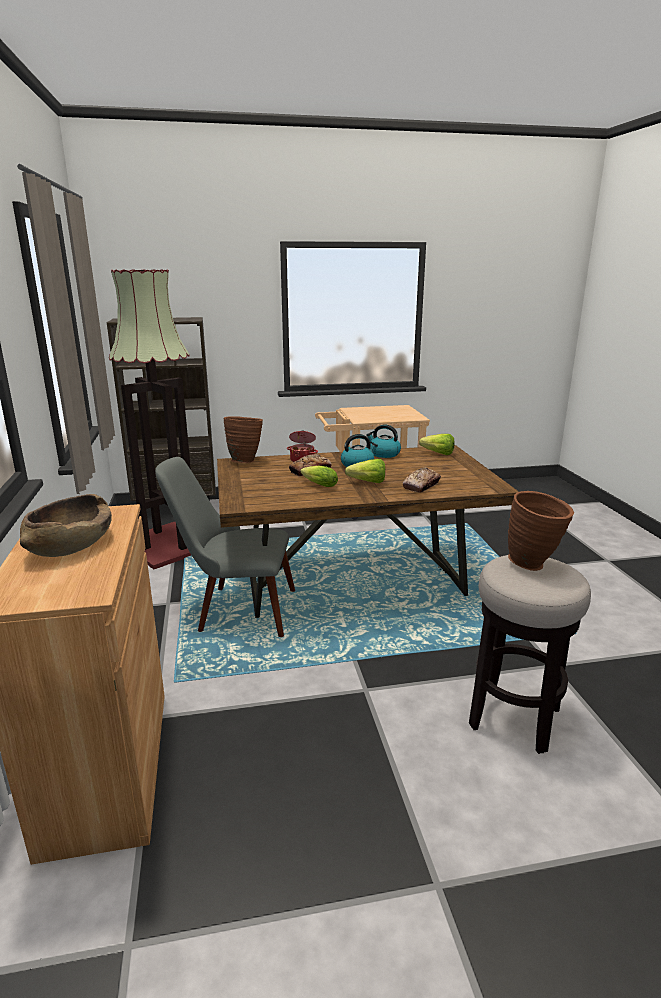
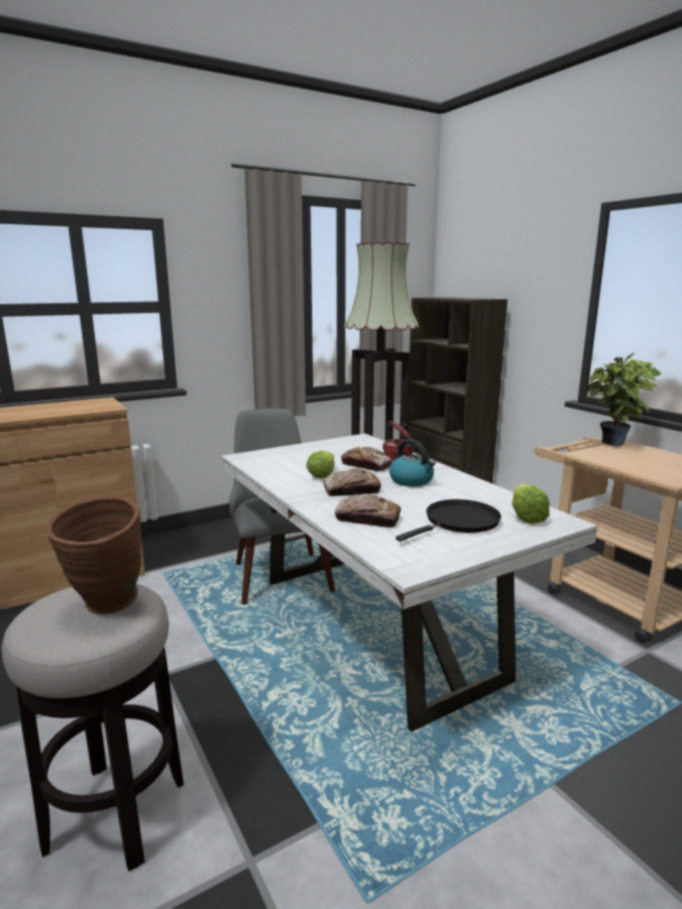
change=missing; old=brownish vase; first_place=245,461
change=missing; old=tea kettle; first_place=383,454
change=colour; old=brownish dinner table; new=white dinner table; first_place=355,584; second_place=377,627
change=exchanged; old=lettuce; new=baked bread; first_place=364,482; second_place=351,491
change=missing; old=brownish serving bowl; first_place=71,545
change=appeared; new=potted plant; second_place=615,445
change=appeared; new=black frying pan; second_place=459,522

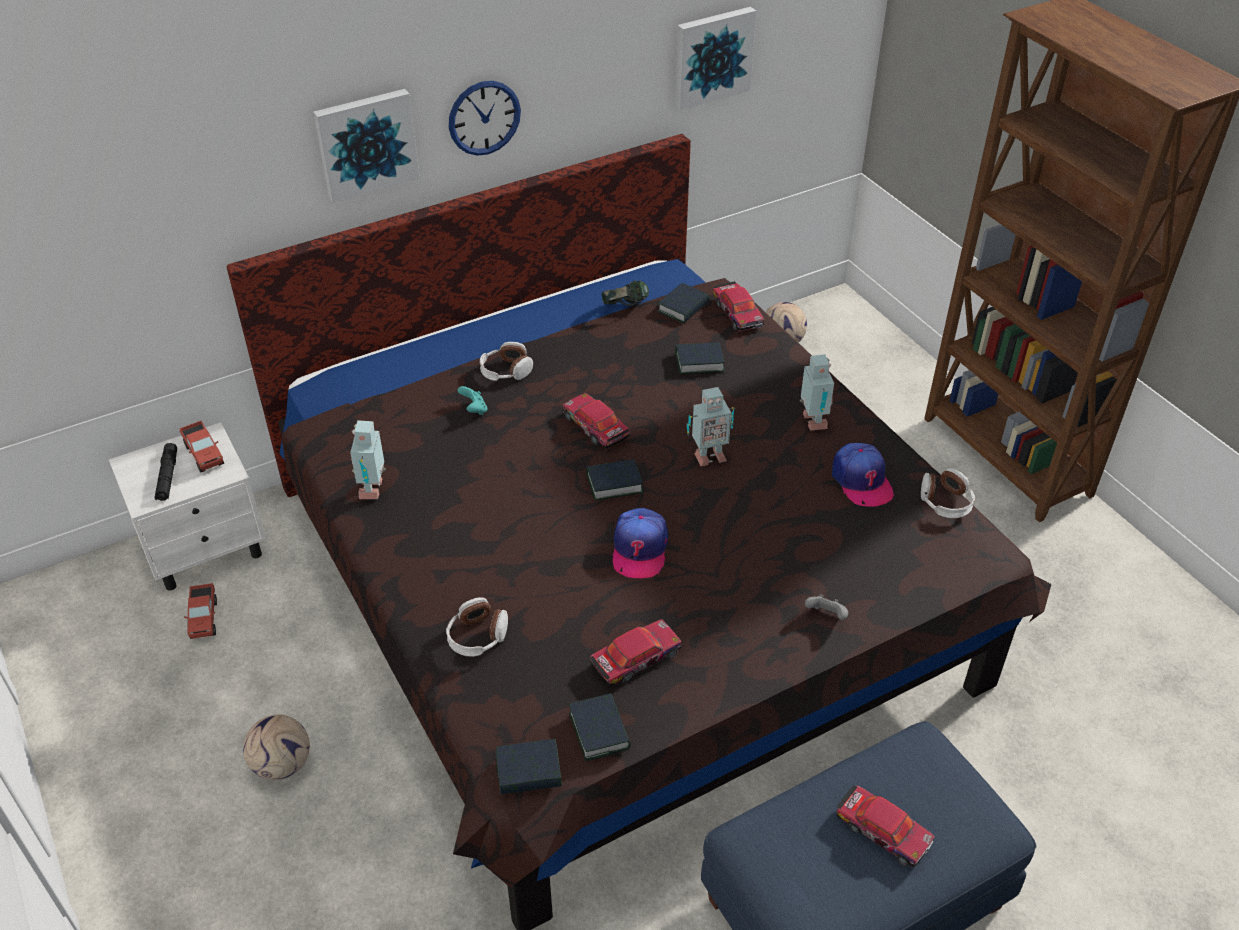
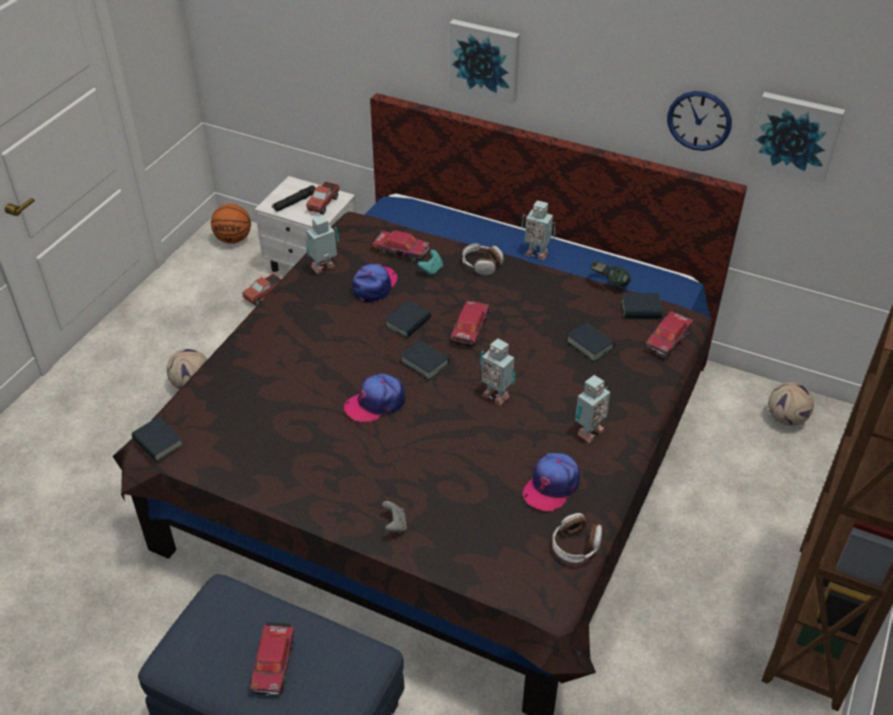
change=relocated; old=wall clock; first_place=484,118; second_place=699,120
change=missing; old=headphones; first_place=477,636
change=relocated; old=miniature car; first_place=635,659; second_place=400,250
change=relocated; old=book; first_place=599,731; second_place=408,323
change=appeared; new=robot figure; second_place=536,253
change=appeared; new=ball for basketball; second_place=233,239
change=appeared; new=peaked cap; second_place=374,286

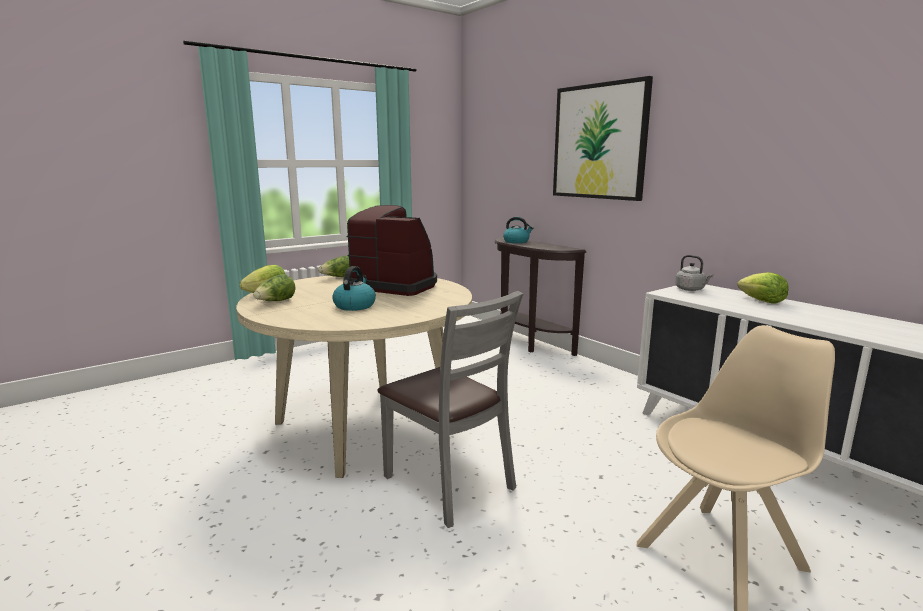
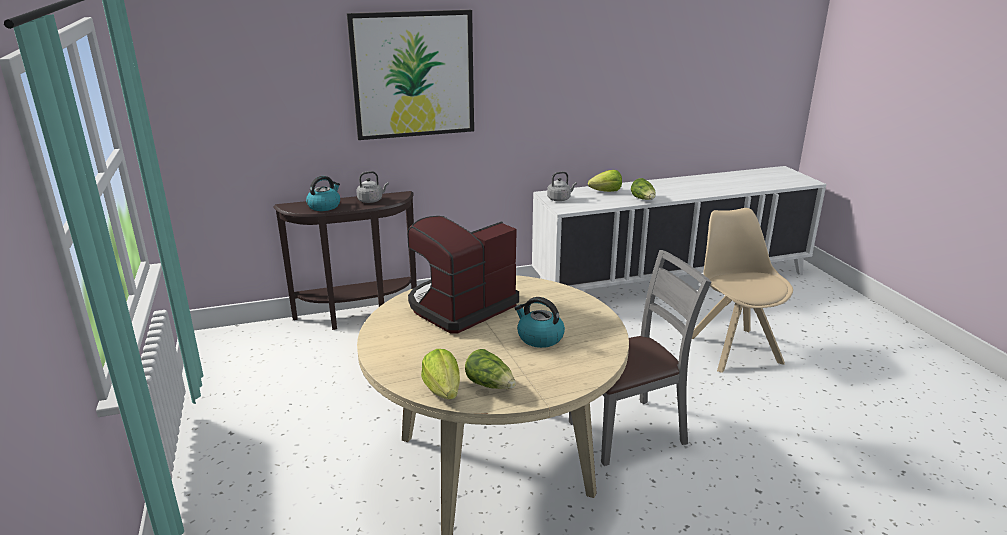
change=relocated; old=lettuce; first_place=339,277; second_place=643,199
change=appeared; new=greyish tea kettle; second_place=371,200

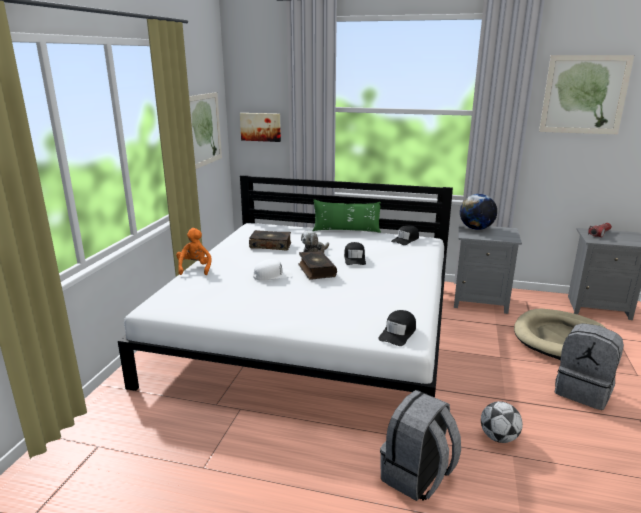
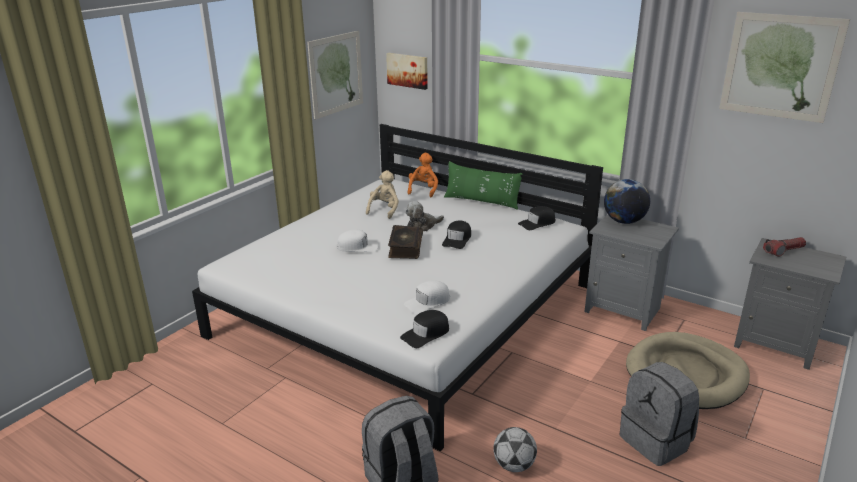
change=relocated; old=orange cuddly toy; first_place=195,268; second_place=423,190
change=exchanged; old=book; new=beige cuddly toy; first_place=270,245; second_place=384,210
change=appeared; new=white peaked cap; second_place=427,302

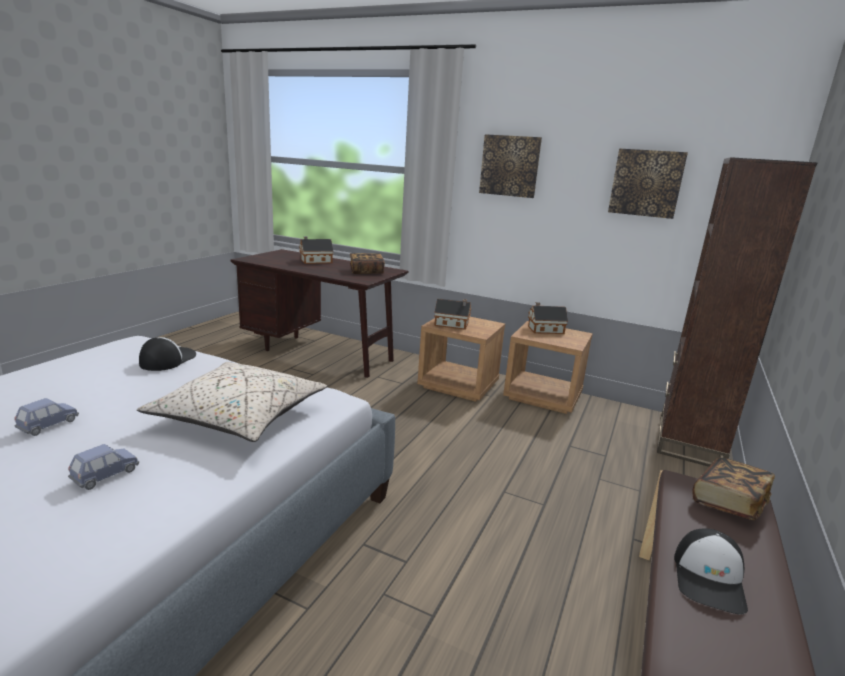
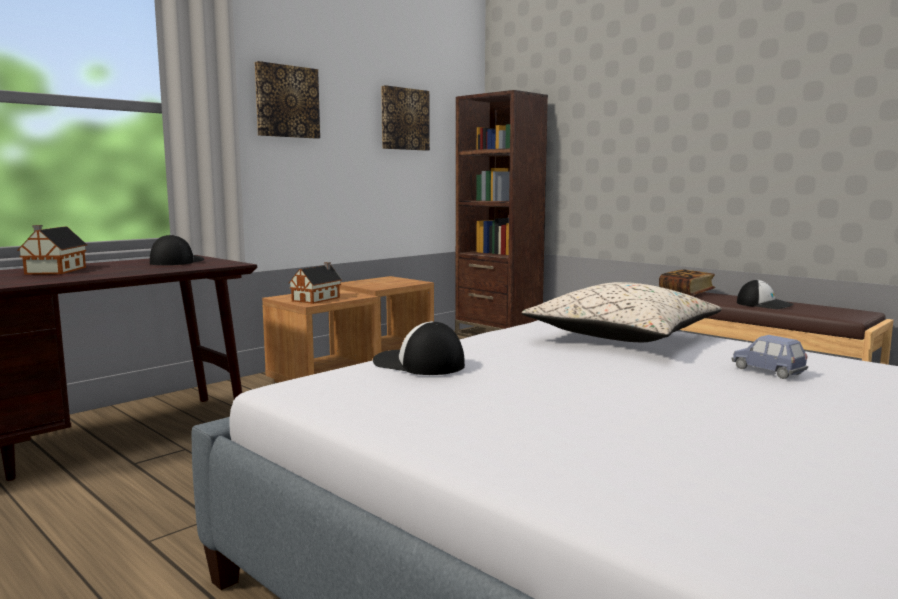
change=exchanged; old=book; new=peaked cap; first_place=366,271; second_place=176,262
change=missing; old=miniature house; first_place=544,330
change=missing; old=blue-coloured miniature car; first_place=48,425

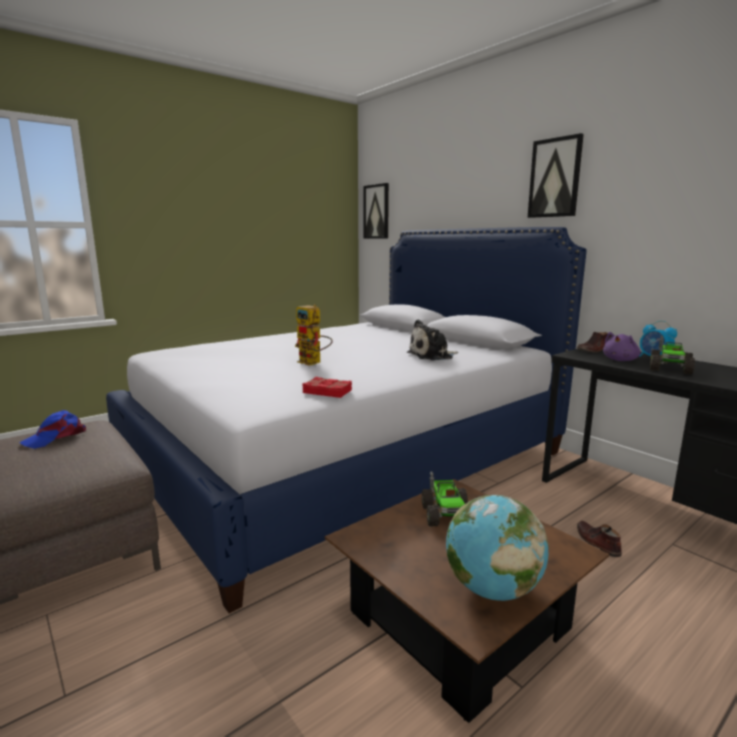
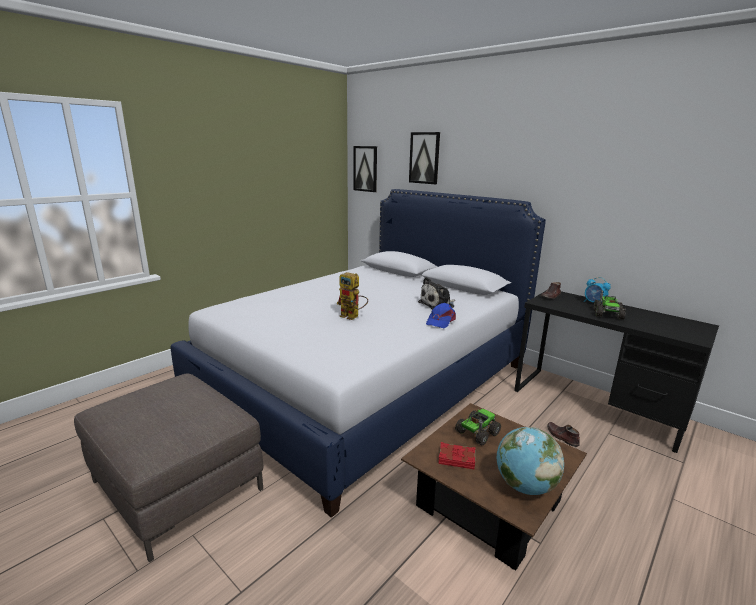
change=relocated; old=wall picture; first_place=555,178; second_place=424,158
change=missing; old=purple-coloured cuddly toy; first_place=620,360
change=relocated; old=red book; first_place=327,391; second_place=456,458
change=relocated; old=blue-coloured peaked cap; first_place=56,437; second_place=440,321
change=spun; old=toy truck; first_place=447,514; second_place=476,433; degrees=-120

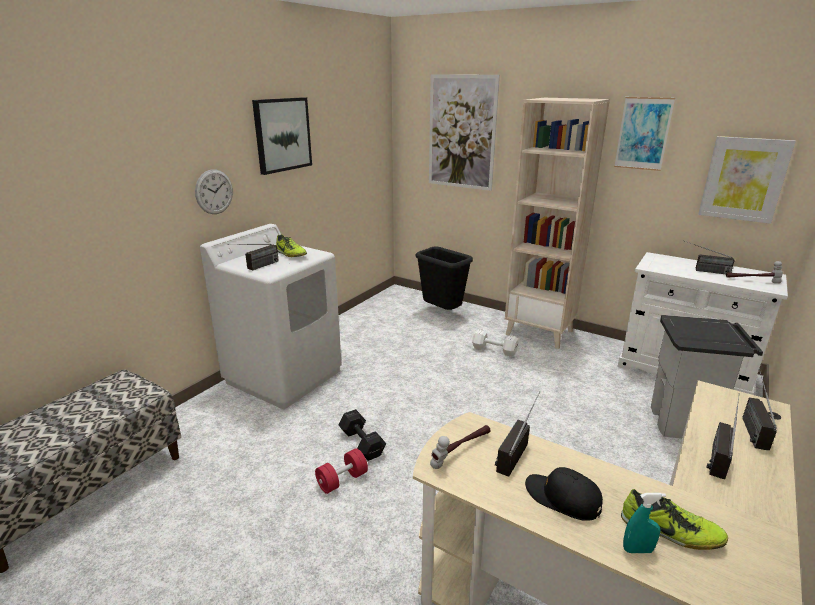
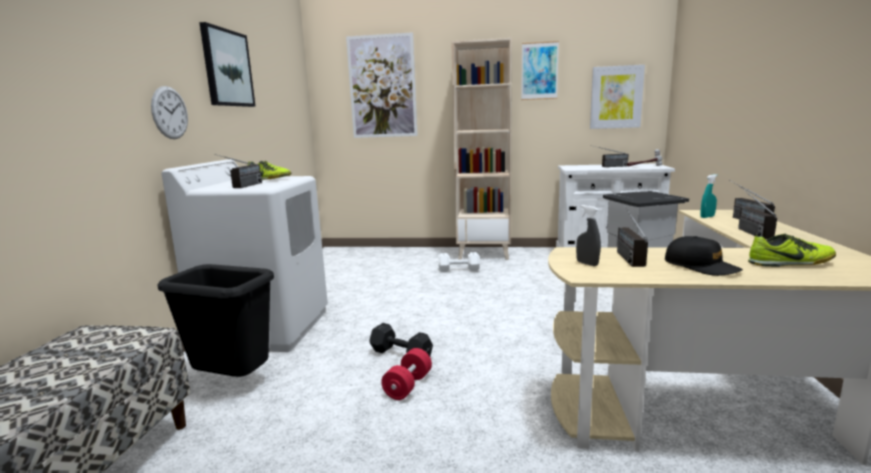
change=relocated; old=black rubbish bin; first_place=442,313; second_place=234,383
change=exchanged; old=hand hammer; new=greyish spray bottle; first_place=461,451; second_place=587,264
change=spun; old=black peaked cap; first_place=562,498; second_place=700,266; degrees=-135
change=relocated; old=turquoise-coloured spray bottle; first_place=637,550; second_place=707,217

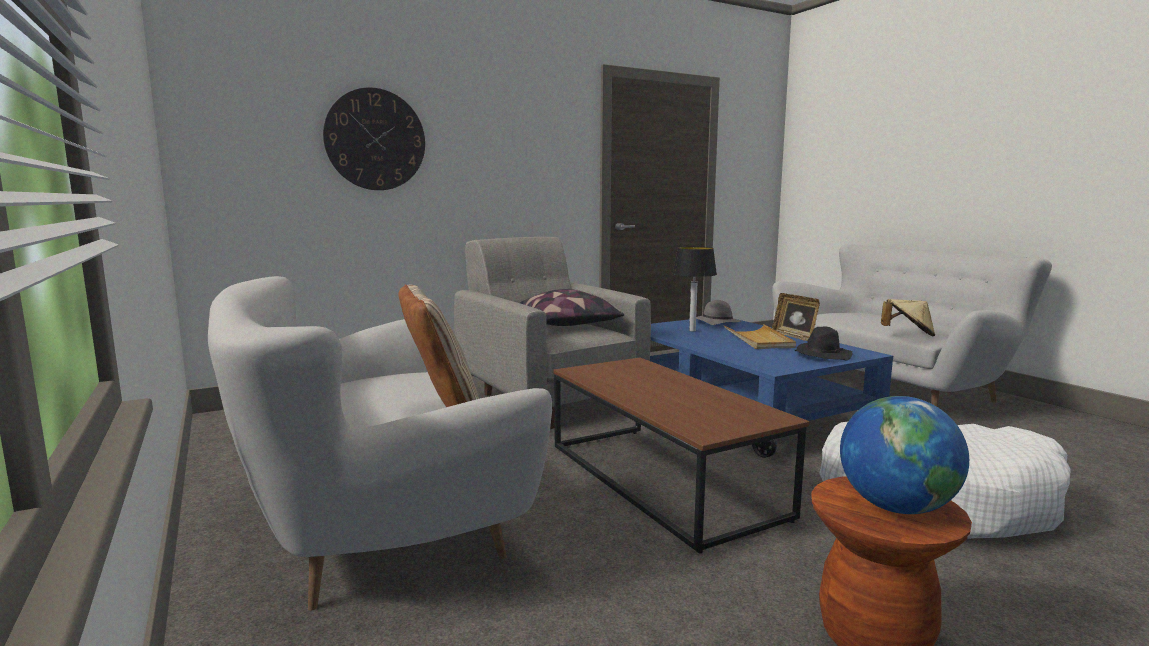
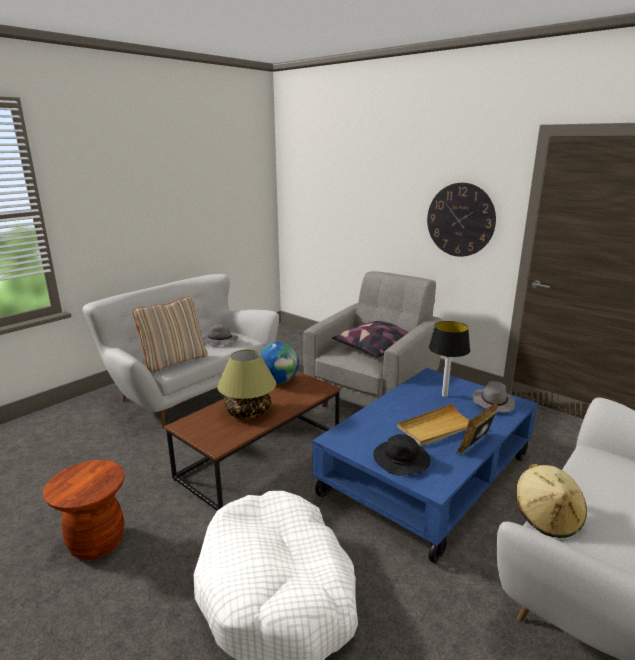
change=relocated; old=wall clock; first_place=375,139; second_place=460,220
change=relocated; old=desk globe; first_place=896,507; second_place=278,381
change=appeared; new=greyish wearable hat; second_place=219,341
change=appeared; new=tabletop lamp; second_place=248,412

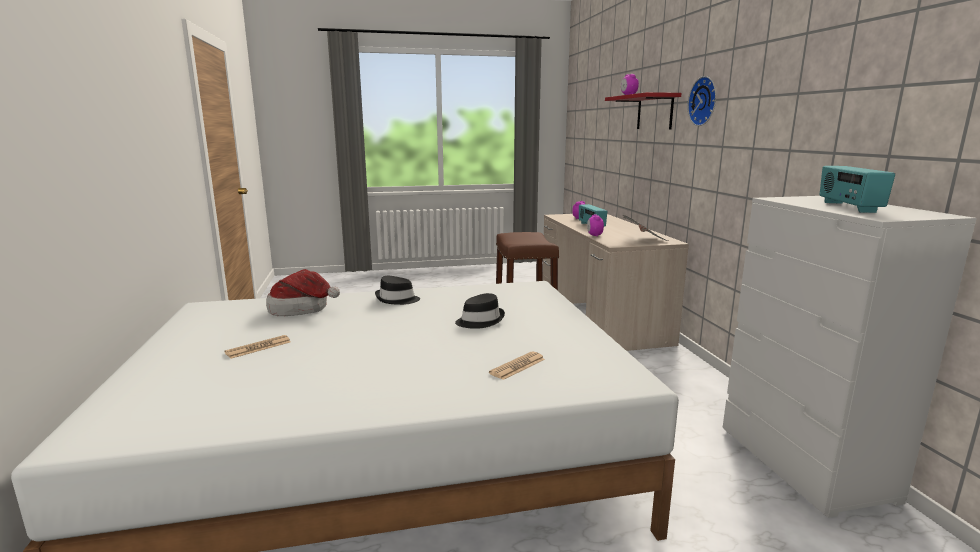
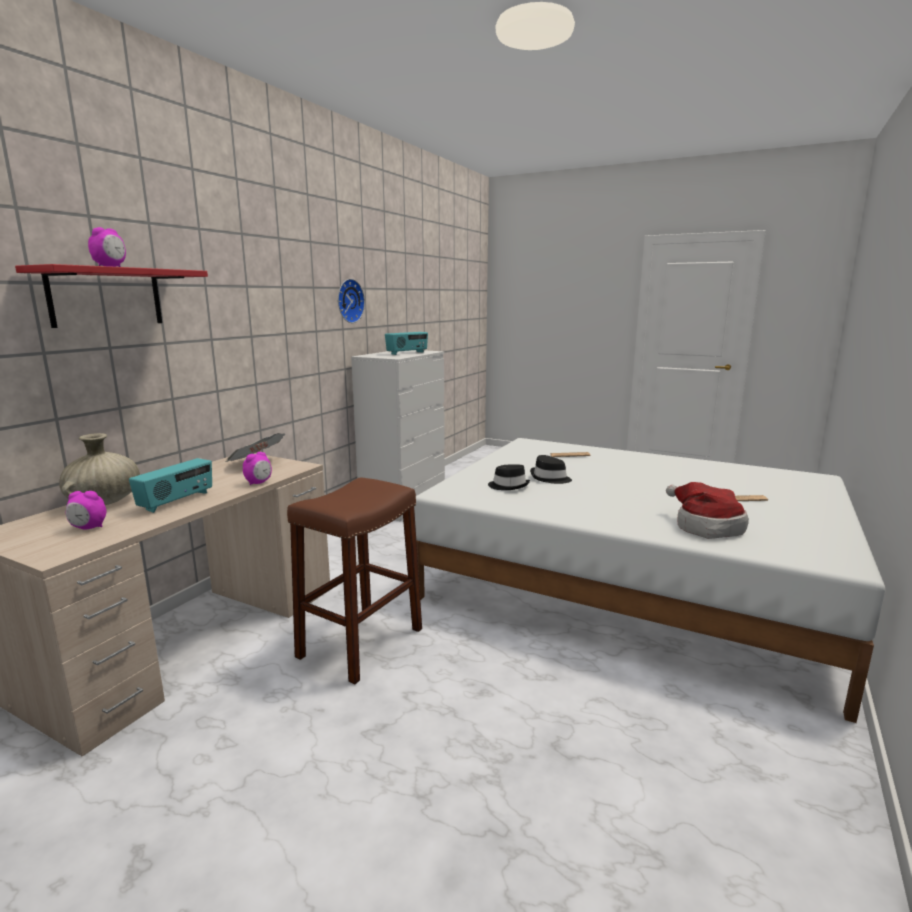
change=relocated; old=wall clock; first_place=705,101; second_place=348,301
change=relocated; old=black wearable hat; first_place=397,299; second_place=508,486
change=appeared; new=beige vase; second_place=105,502

